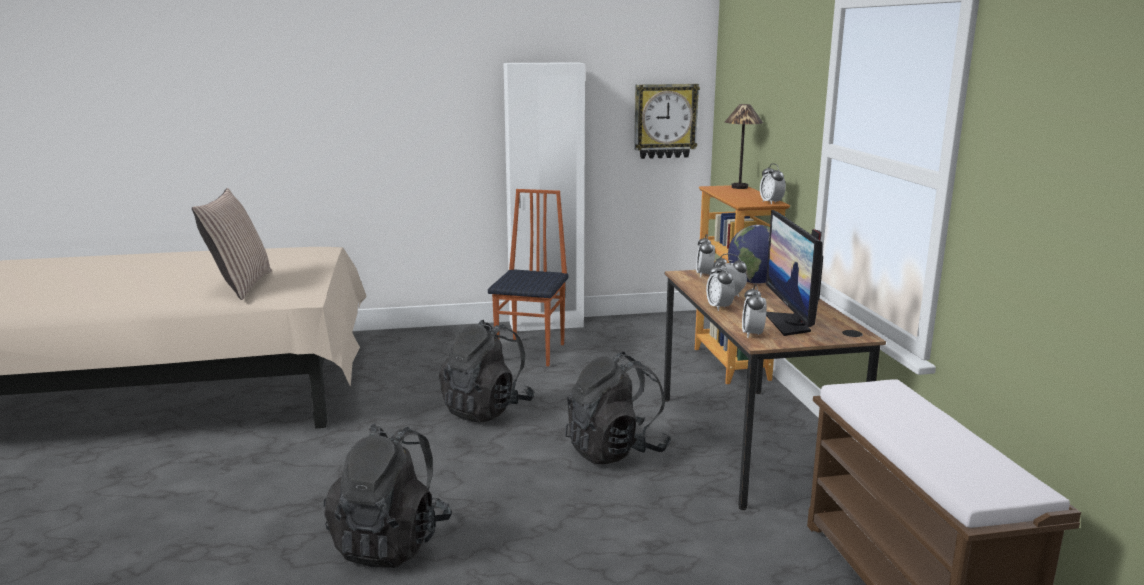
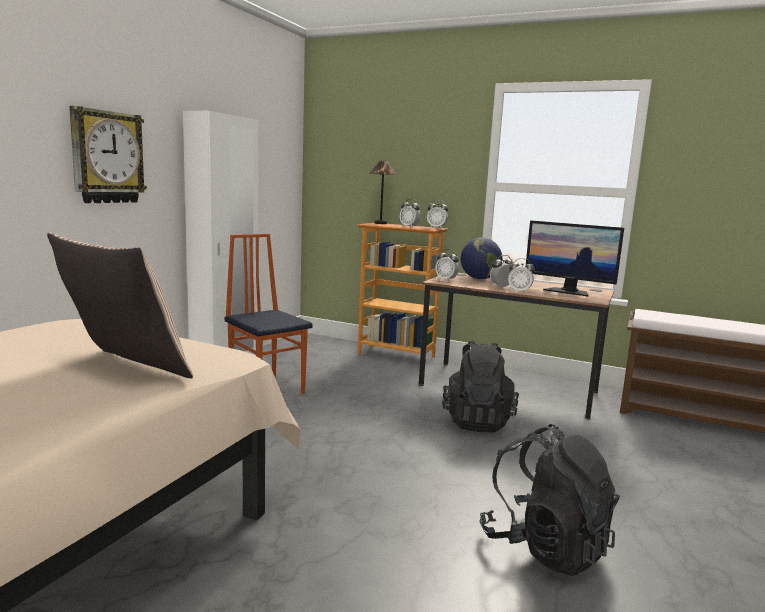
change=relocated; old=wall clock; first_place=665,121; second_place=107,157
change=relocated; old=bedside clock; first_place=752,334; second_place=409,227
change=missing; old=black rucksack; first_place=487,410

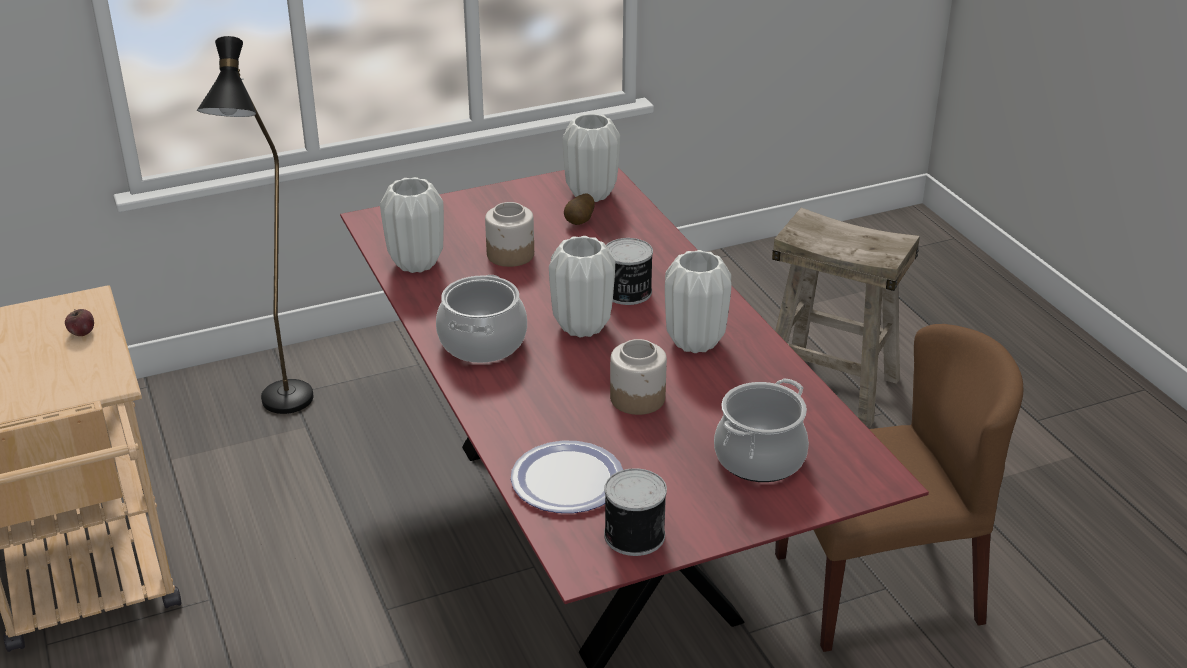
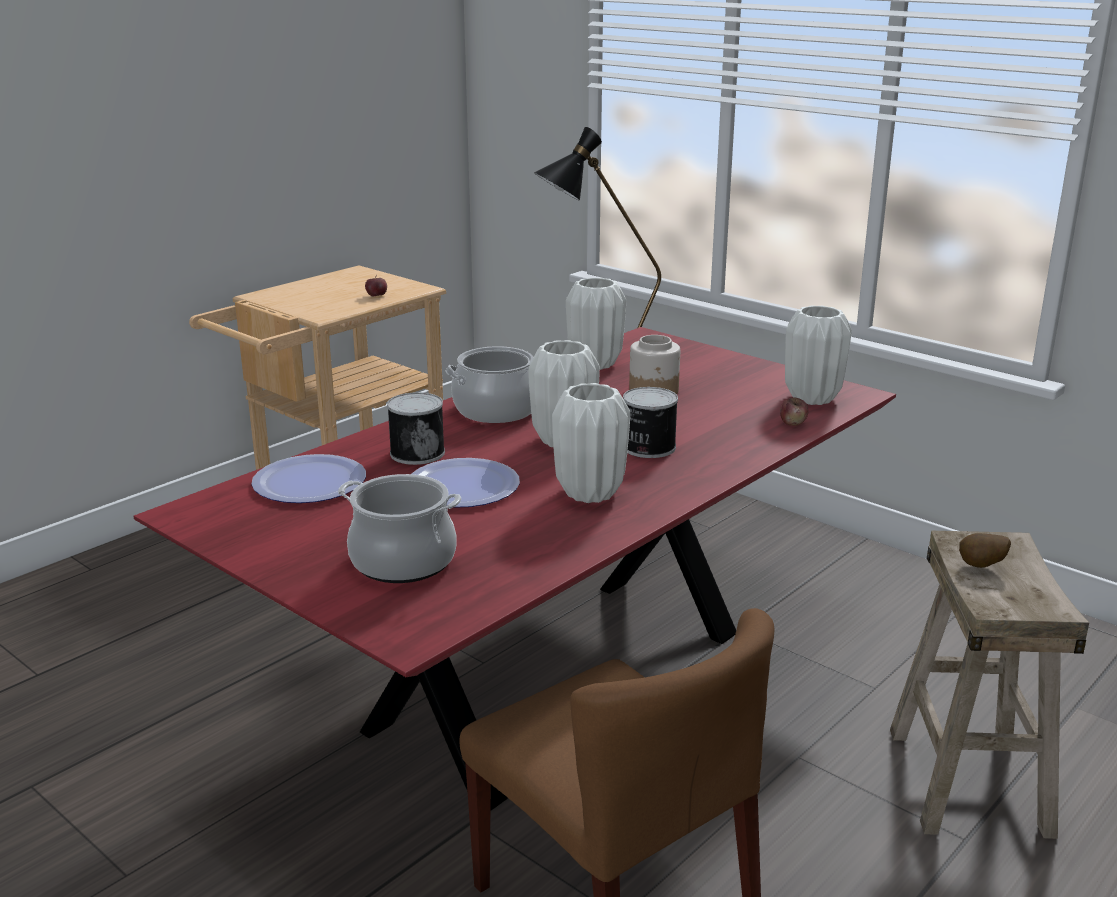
change=relocated; old=potato; first_place=580,222; second_place=981,567
change=exchanged; old=preserve jar; new=plate; first_place=638,398; second_place=463,486
change=relocated; old=sealed can; first_place=632,535; second_place=417,452
change=appeared; new=whole apple; second_place=793,423

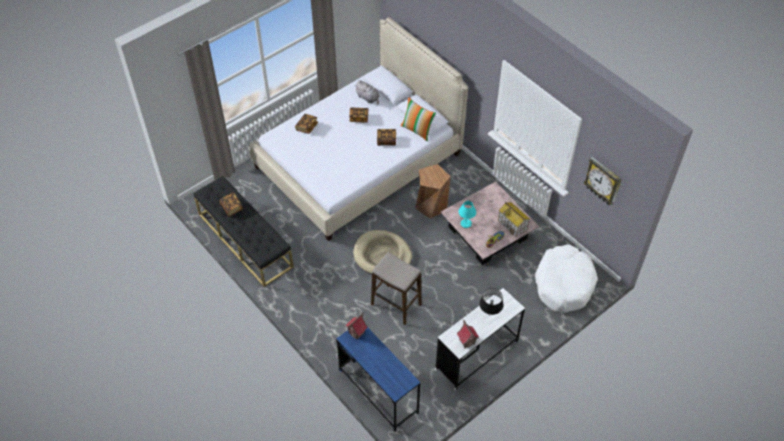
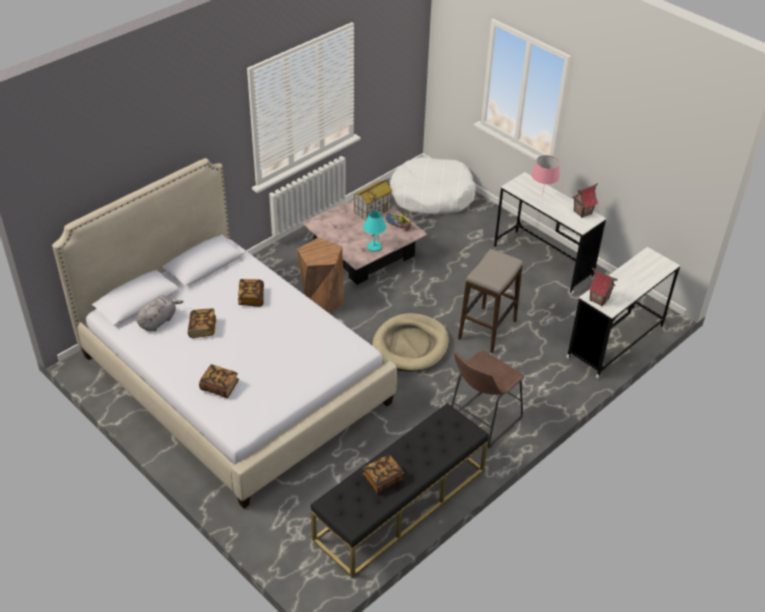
change=missing; old=throw pillow; first_place=417,130
change=missing; old=wall clock; first_place=603,181
change=colour; old=black tabletop lamp; new=pink-coloured tabletop lamp; first_place=489,316; second_place=542,196
change=colour; old=blue-coloured desk; new=white desk; first_place=378,391; second_place=615,341
change=appeared; new=brownish stool seat; second_place=481,421

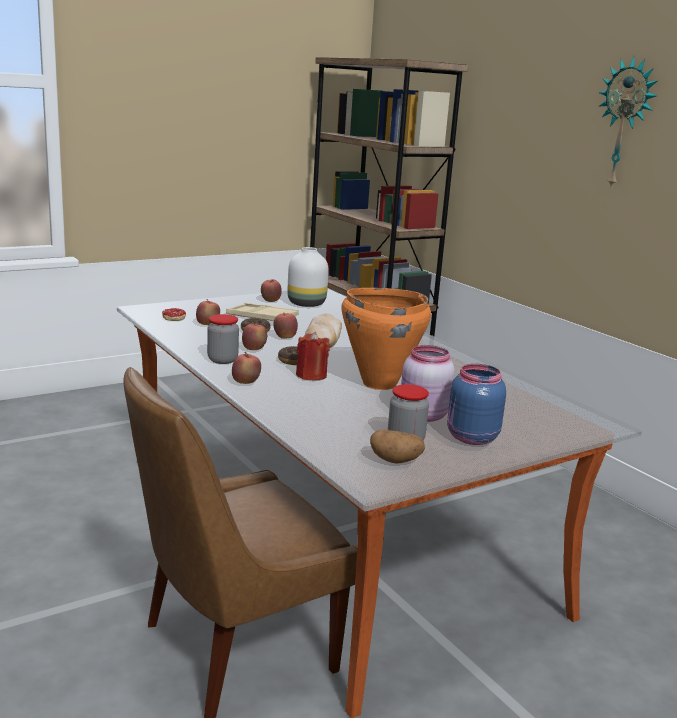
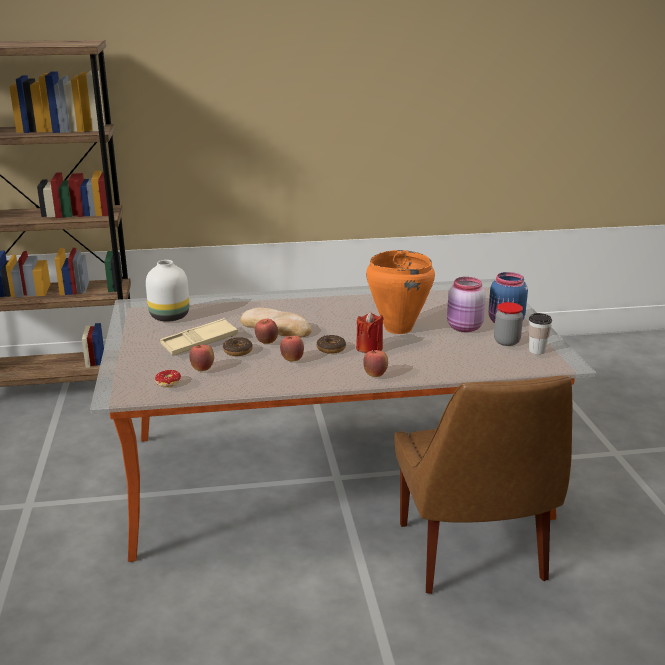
change=missing; old=wall clock; first_place=625,124
change=missing; old=whole apple; first_place=270,301
change=missing; old=preserve jar; first_place=222,360
change=exchanged; old=potato; new=drinking cup; first_place=395,460; second_place=536,350

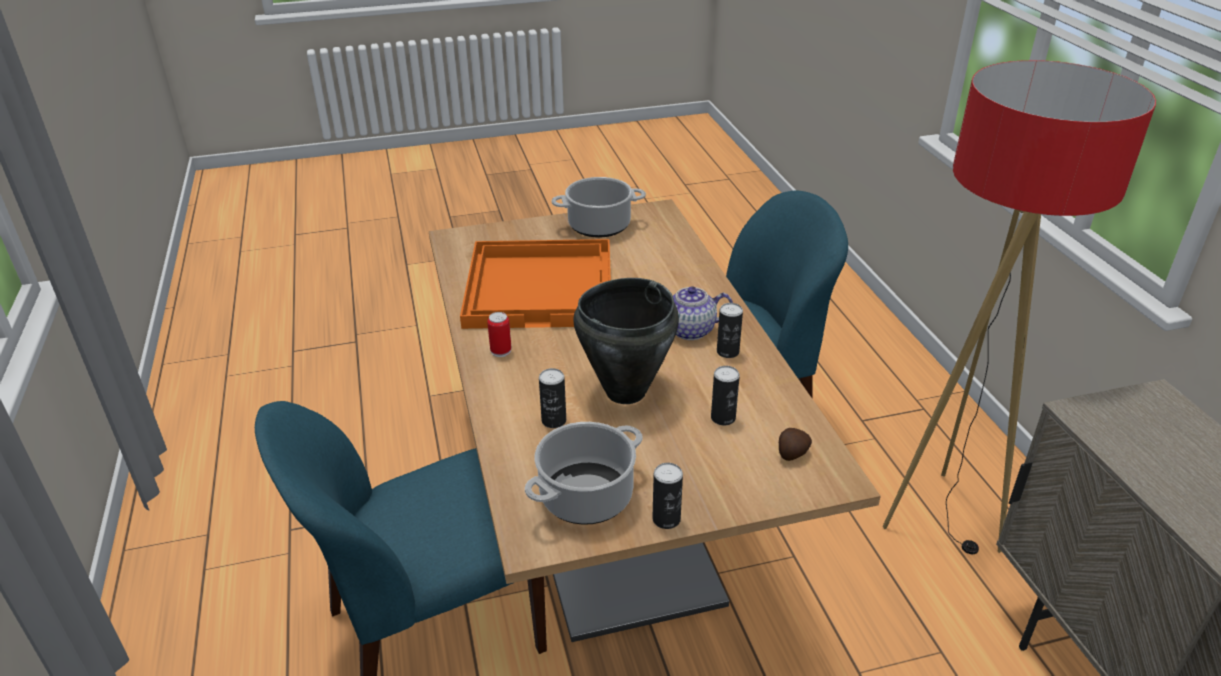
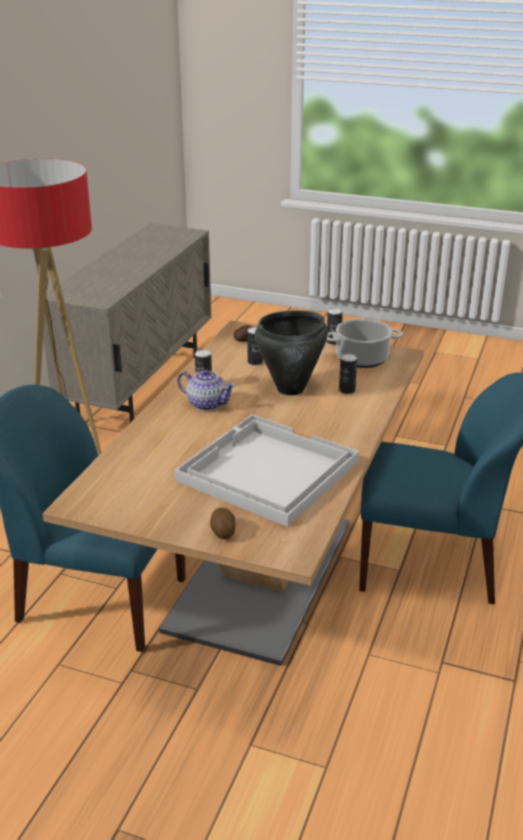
change=missing; old=saucepot; first_place=598,226
change=colour; old=orange serving tray; new=white serving tray; first_place=541,286; second_place=266,471
change=missing; old=sealed can; first_place=501,351
change=appeared; new=potato; second_place=223,532

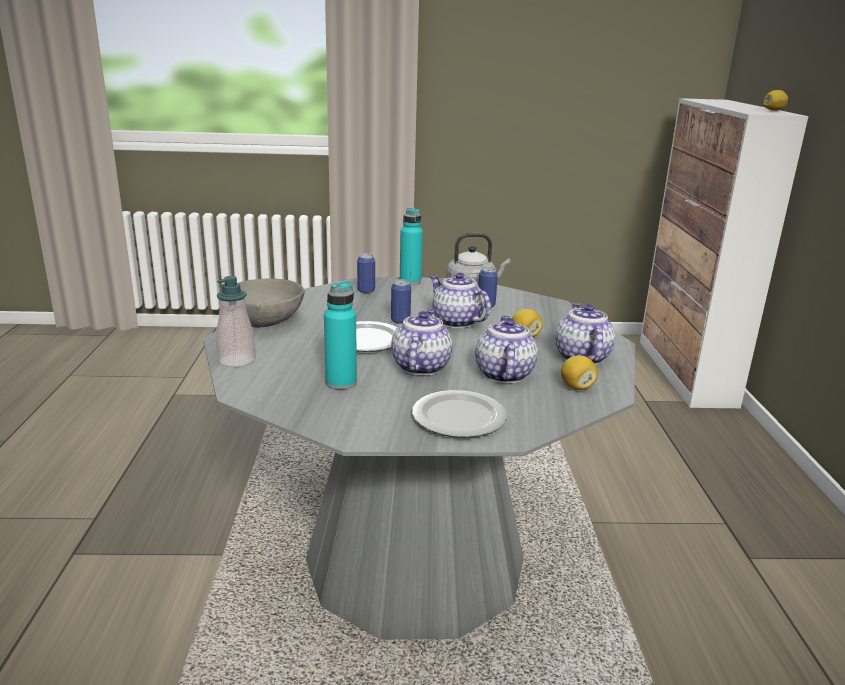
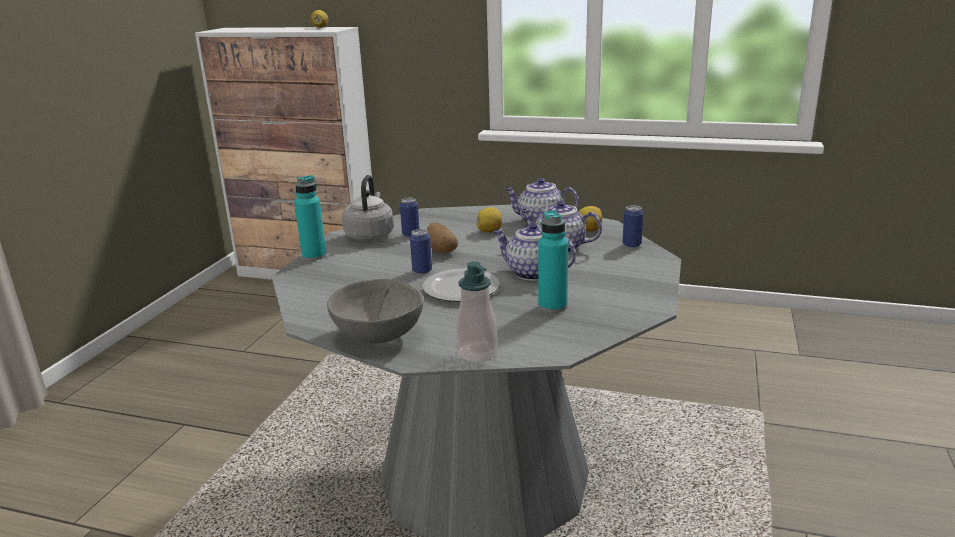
change=relocated; old=sealed can; first_place=366,291; second_place=631,244
change=exchanged; old=tea pot; new=potato; first_place=456,321; second_place=440,250
change=missing; old=plate; first_place=457,417

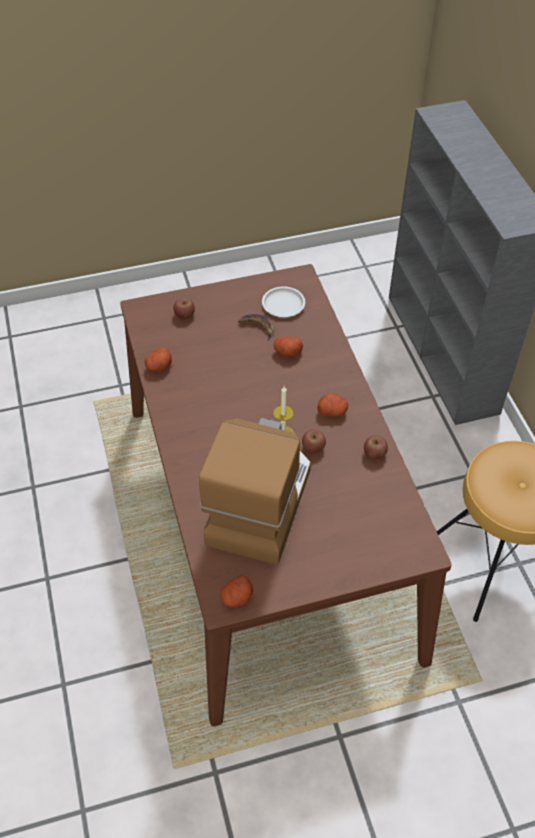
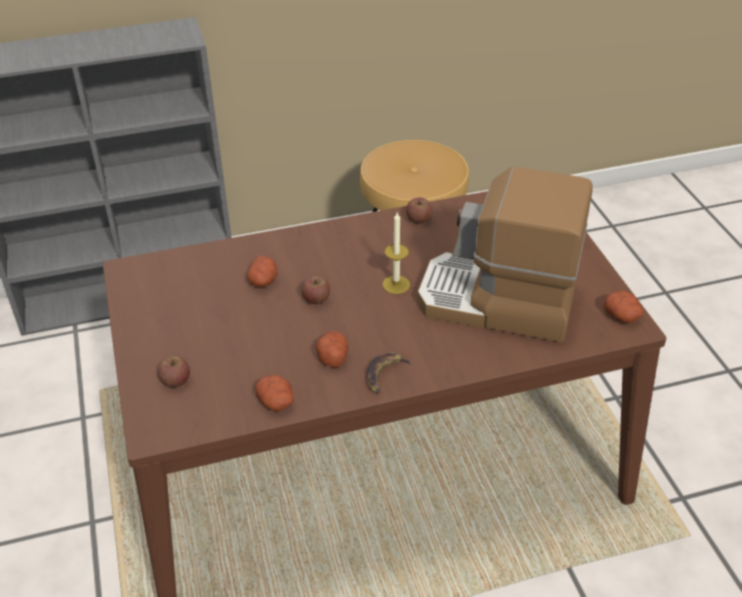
change=missing; old=white plate; first_place=283,304
change=relocated; old=banana; first_place=257,327; second_place=385,374
change=relocated; old=potato; first_place=332,411; second_place=332,357
change=relocated; old=whole apple; first_place=313,447; second_place=316,299

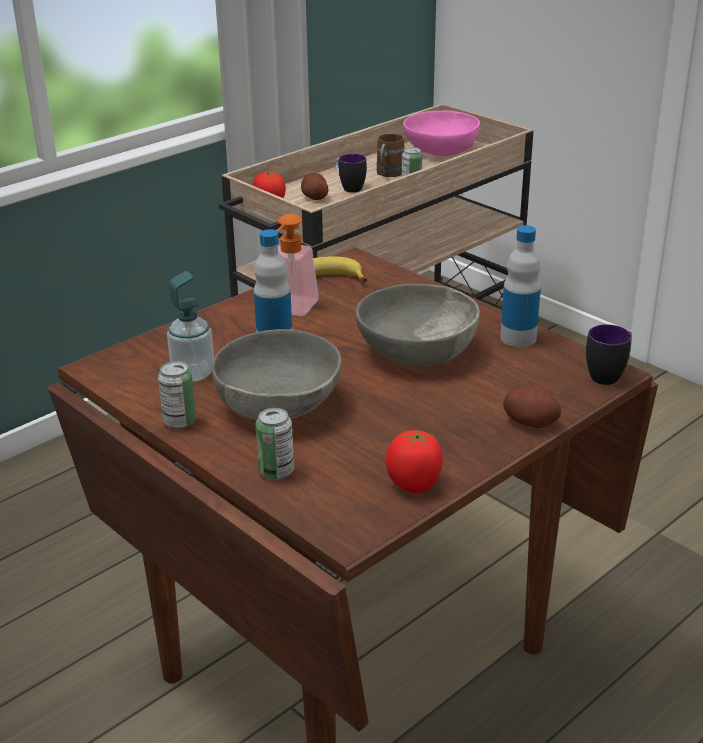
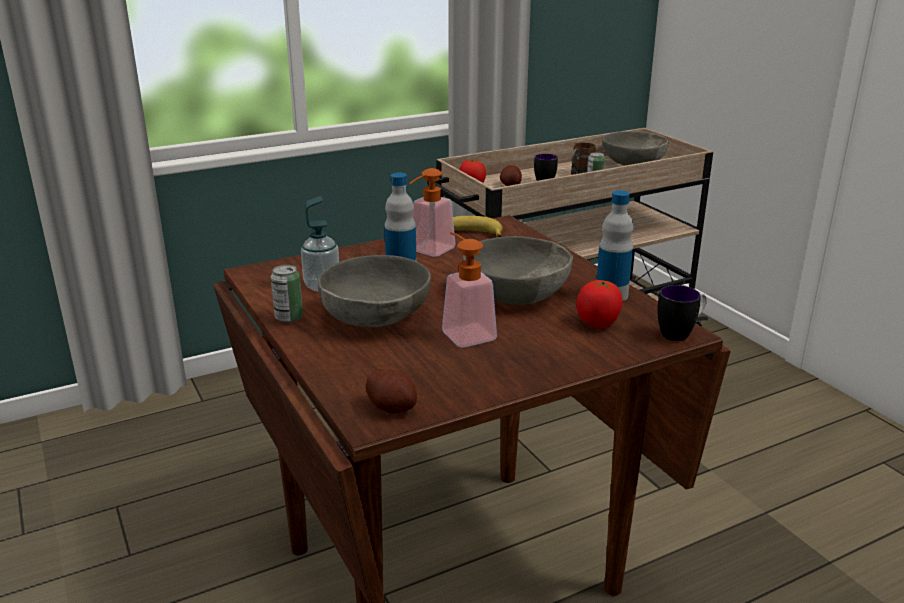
change=colour; old=pink-coloured serving bowl; new=greyish serving bowl; first_place=440,150; second_place=632,163
change=relocated; old=potato; first_place=531,422; second_place=392,407
change=missing; old=sealed can; first_place=276,471
change=relocated; old=tomato; first_place=414,484; second_place=598,323
change=appeared; new=soap bottle; second_place=464,332

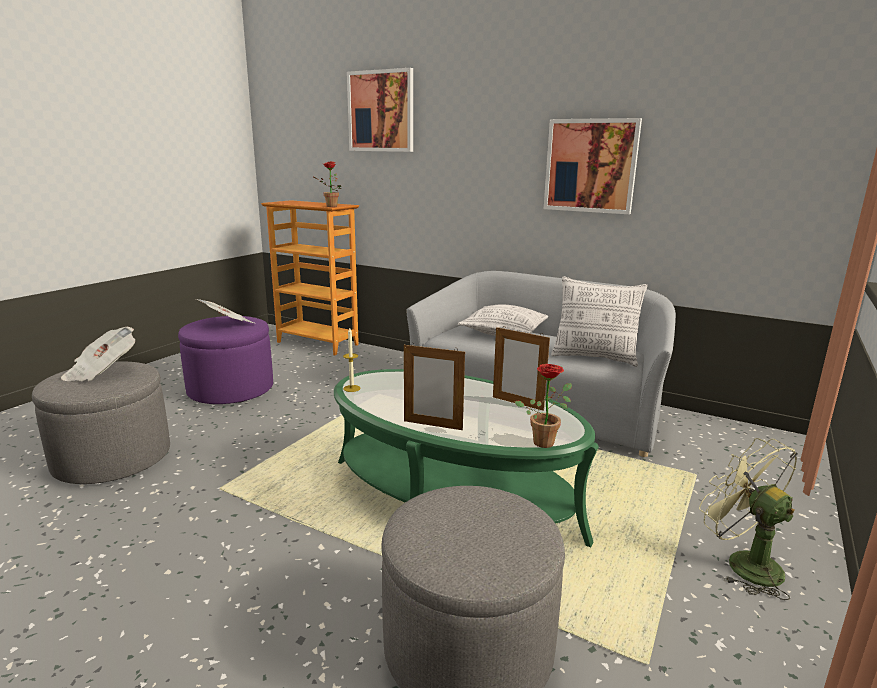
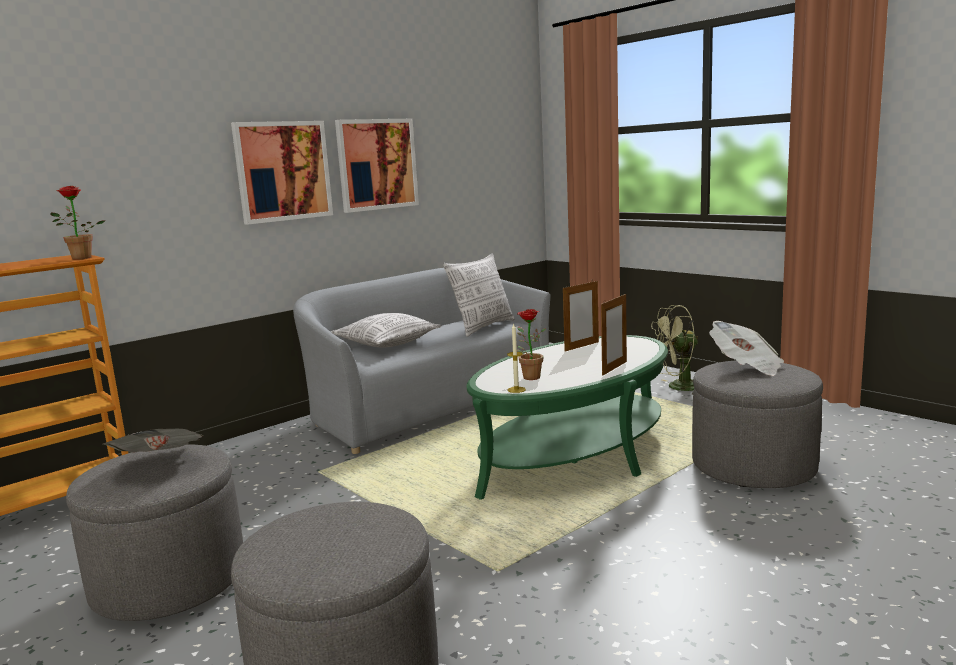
change=relocated; old=wall picture; first_place=381,111; second_place=283,171
change=colour; old=purple-coloured pouffe; new=greyish pouffe; first_place=231,390; second_place=169,581
change=relocated; old=printed paper; first_place=102,372; second_place=746,366
change=relocated; old=potted plant; first_place=545,441; second_place=529,376

